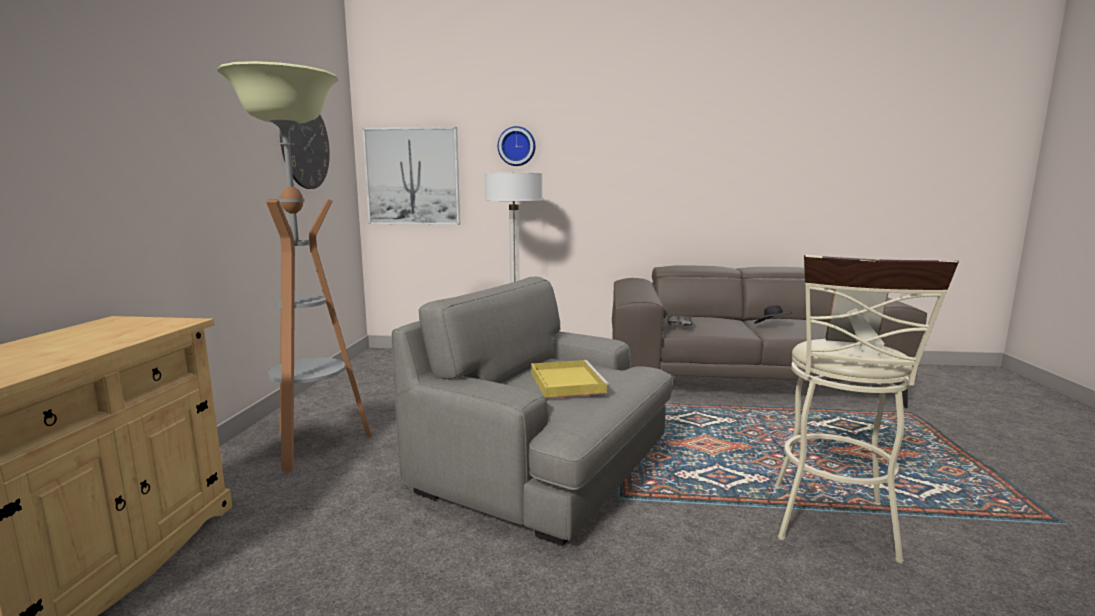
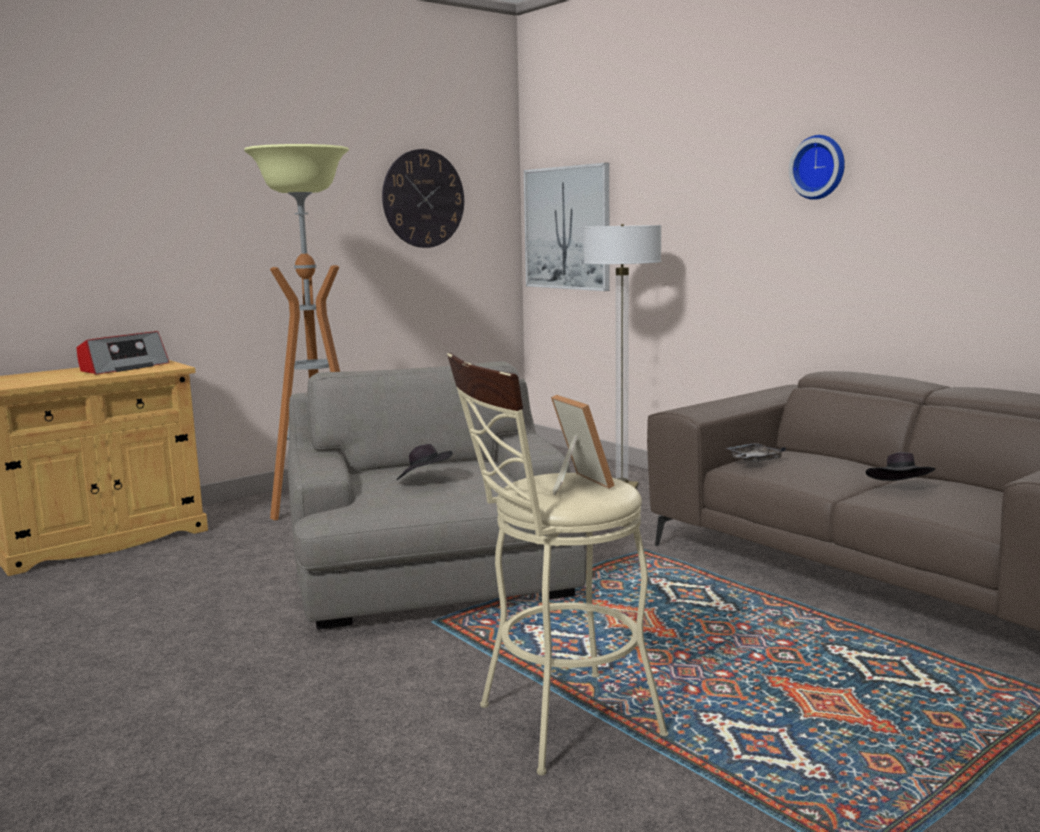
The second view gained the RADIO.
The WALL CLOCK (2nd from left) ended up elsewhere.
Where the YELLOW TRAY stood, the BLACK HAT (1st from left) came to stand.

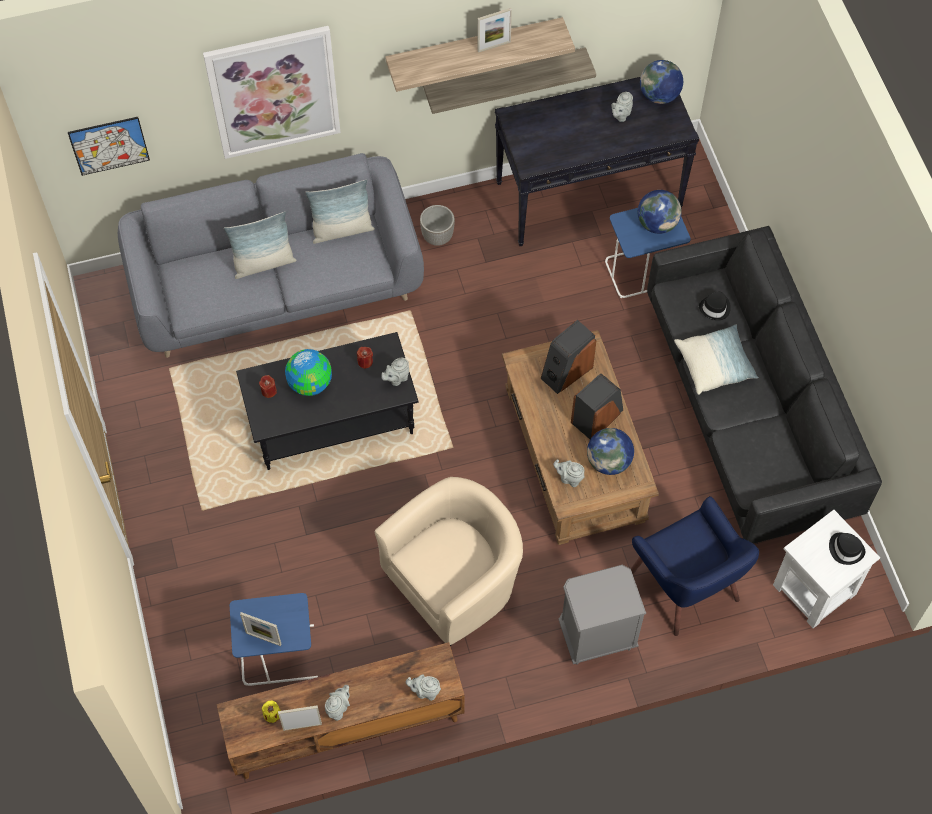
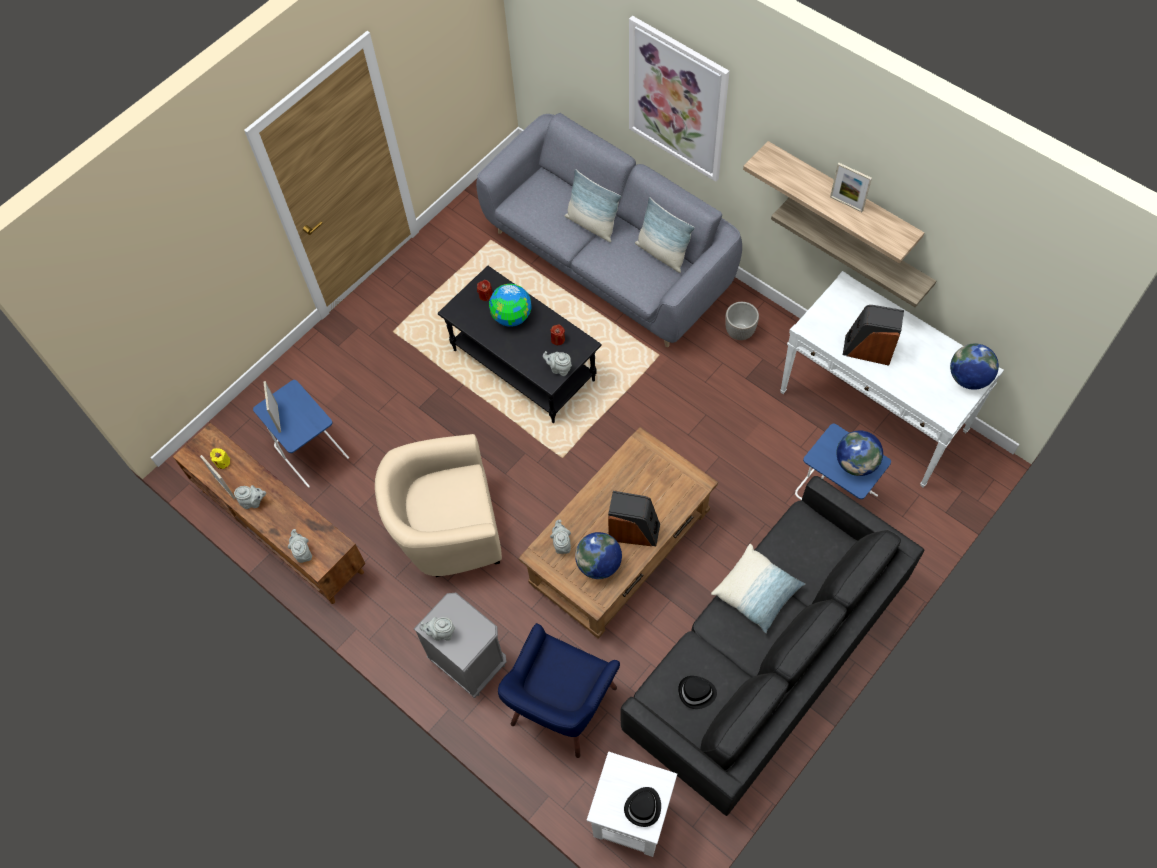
The second view lost the PICTURE (1st from left).
The SPEAKER (1st from left in the first image) ended up elsewhere.
The GREY TEAPOT (5th from left in the first image) ended up elsewhere.
The BLACK HAT (1st from left in the first image) ended up elsewhere.
What was the BLACK CONSOLE TABLE turned into the WHITE CONSOLE TABLE.
The BEIGE ARMCHAIR ended up facing another way, 150 degrees clockwise from before.

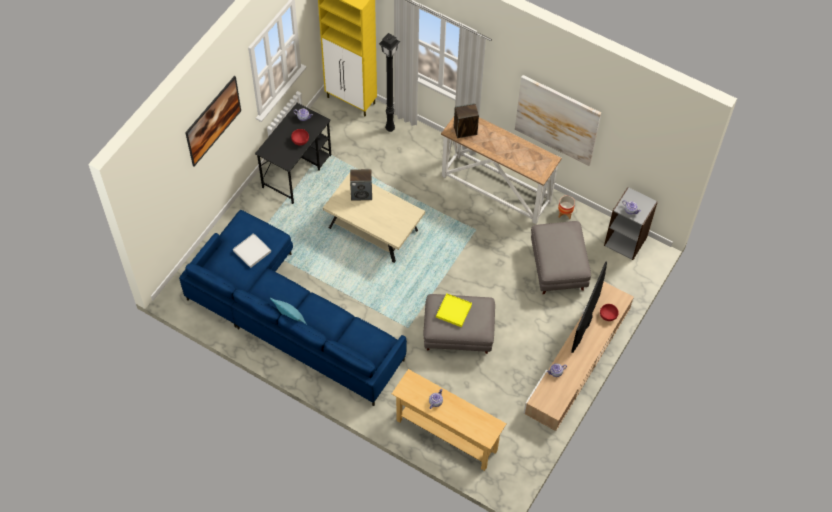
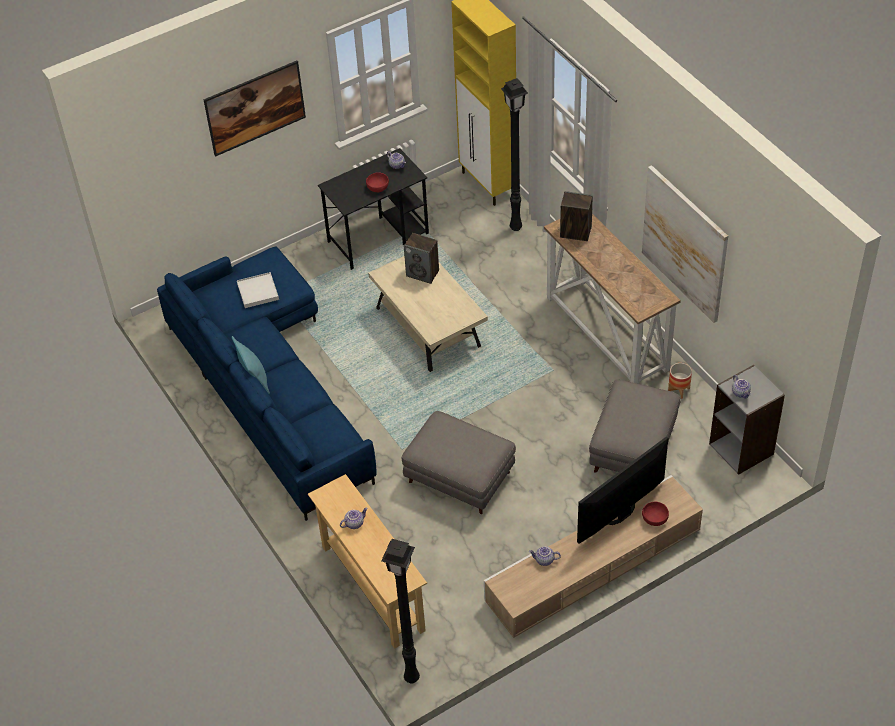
The second view lost the YELLOW TRAY.
The second view gained the BLACK FLOOR LAMP (1st from left).

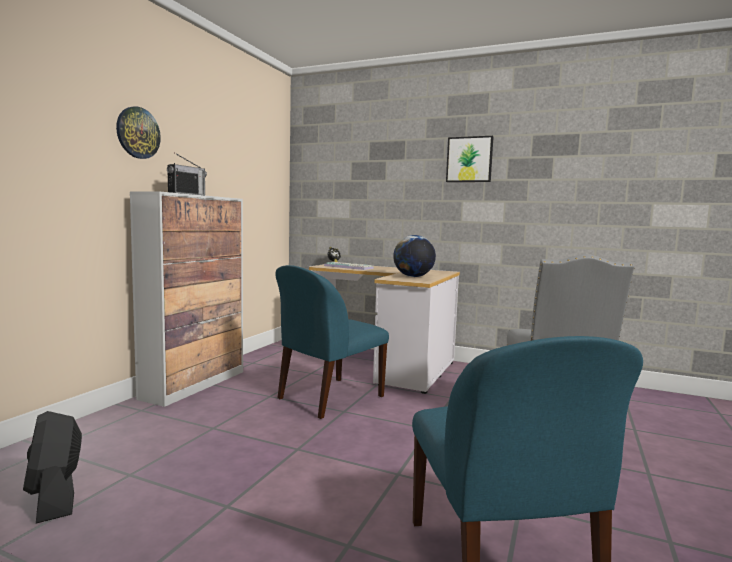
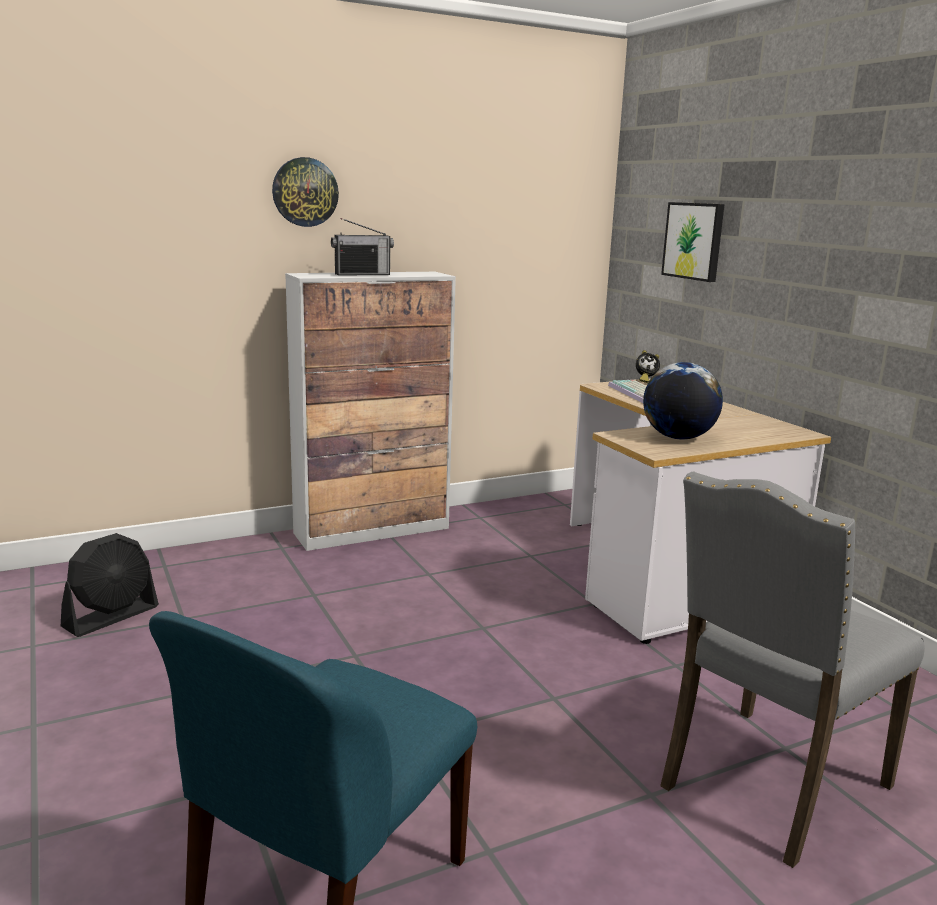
The second view lost the BLUE CHAIR (1st from left).
The PICTURE ended up elsewhere.
The BLACK FAN ended up facing another way, 150 degrees counterclockwise from before.

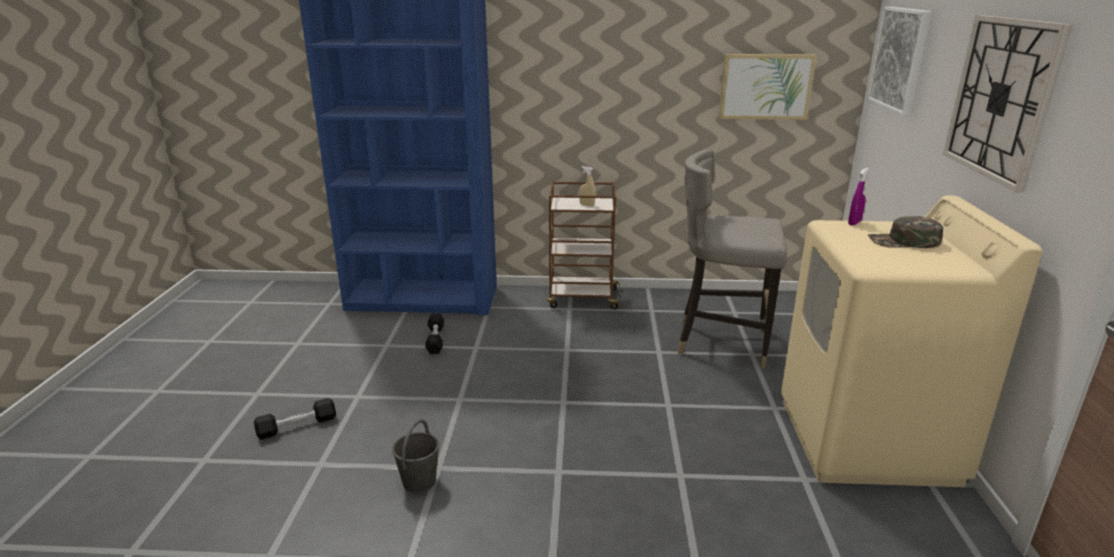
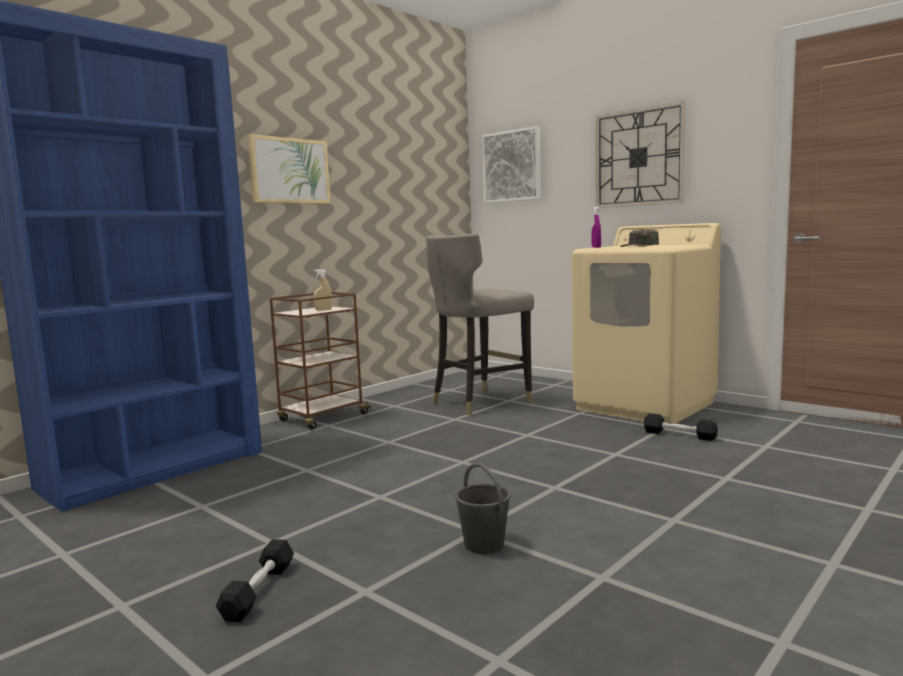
The BLACK DUMBBELL (2nd from left) ended up elsewhere.
The PICTURE (1st from left) ended up elsewhere.

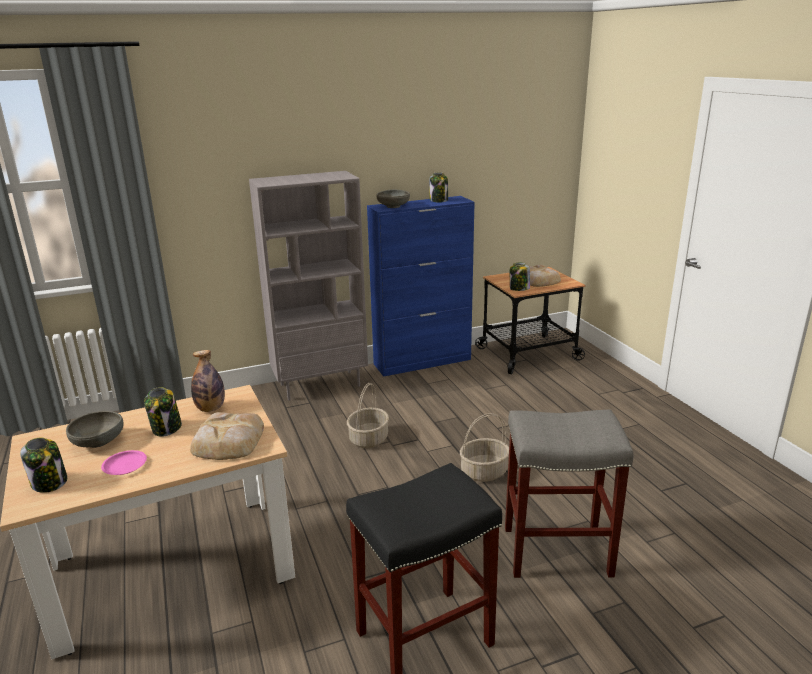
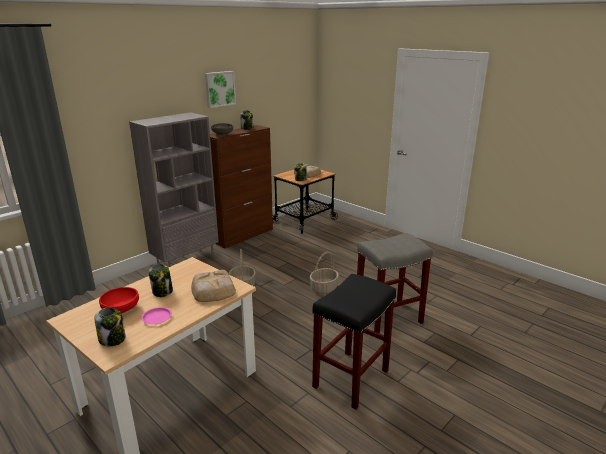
The second view lost the BOTTLE.
The second view gained the PICTURE.
What was the GREY BOWL (1st from left) turned into the RED BOWL.
What was the BLUE CABINET turned into the BROWN CABINET.

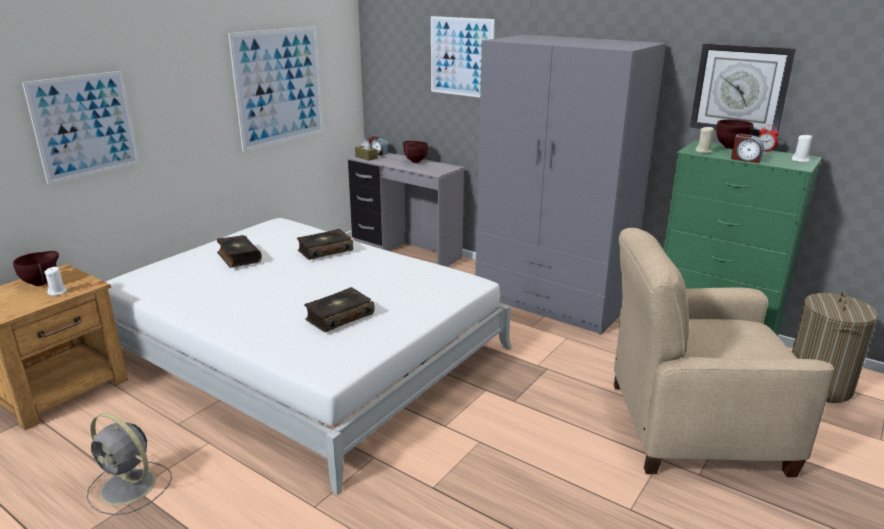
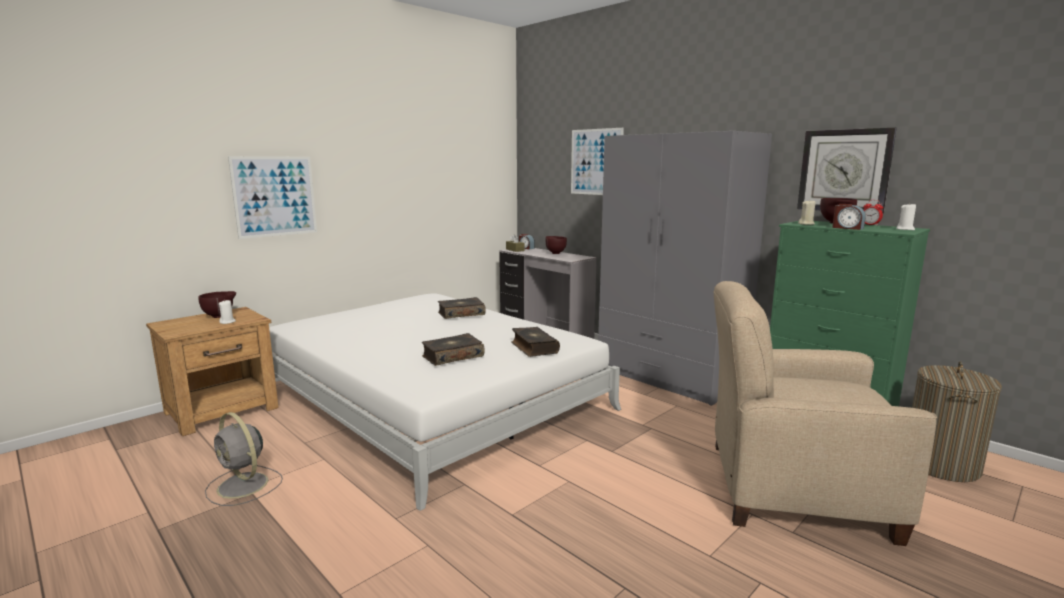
The second view lost the PICTURE (2nd from left).
The BOOK (1st from left in the first image) ended up elsewhere.

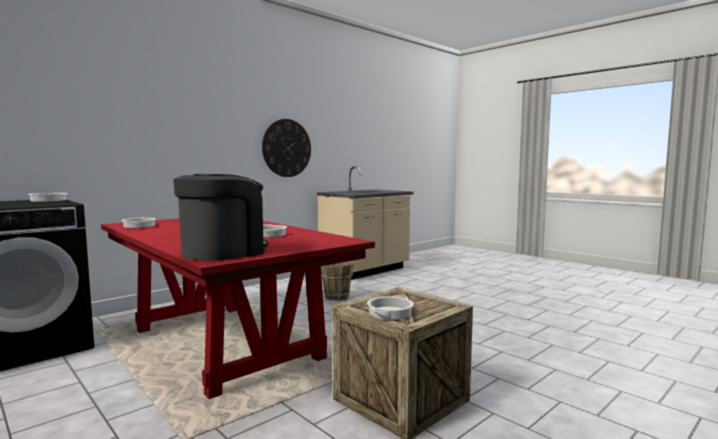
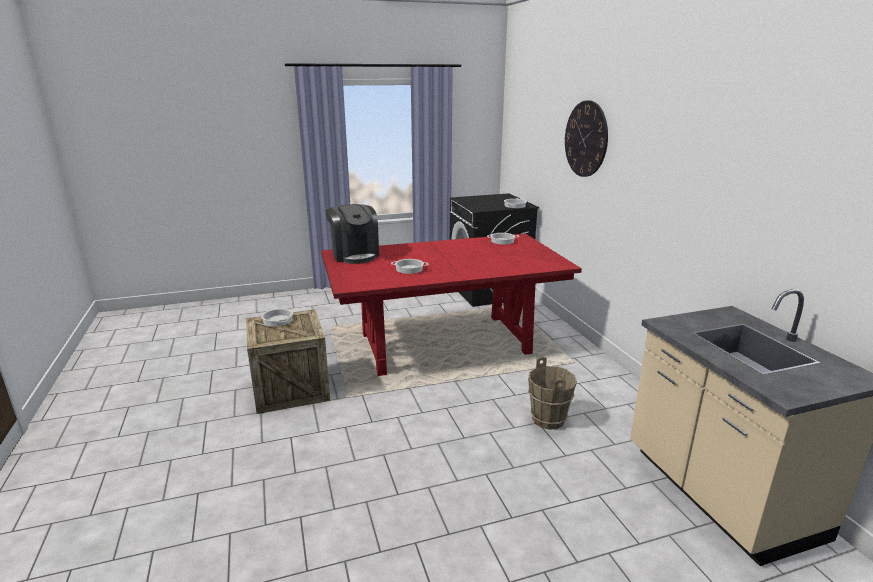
The WALL CLOCK ended up elsewhere.

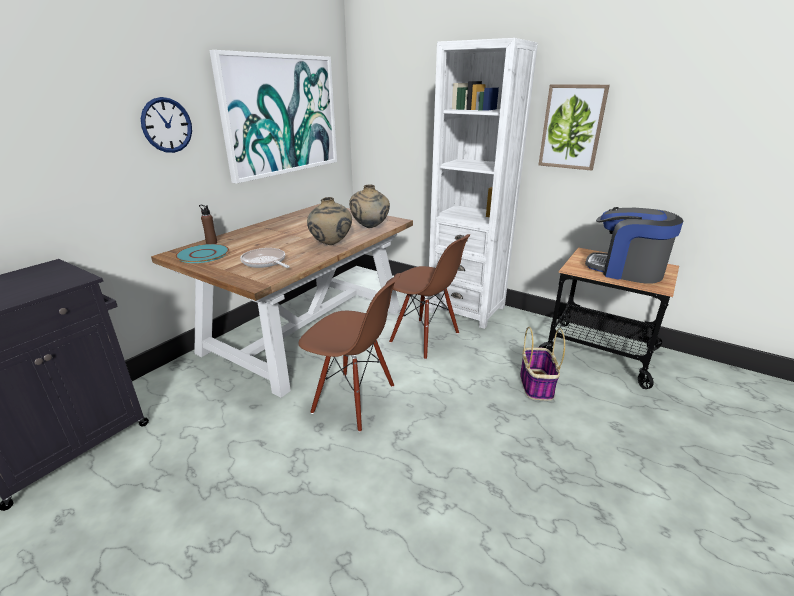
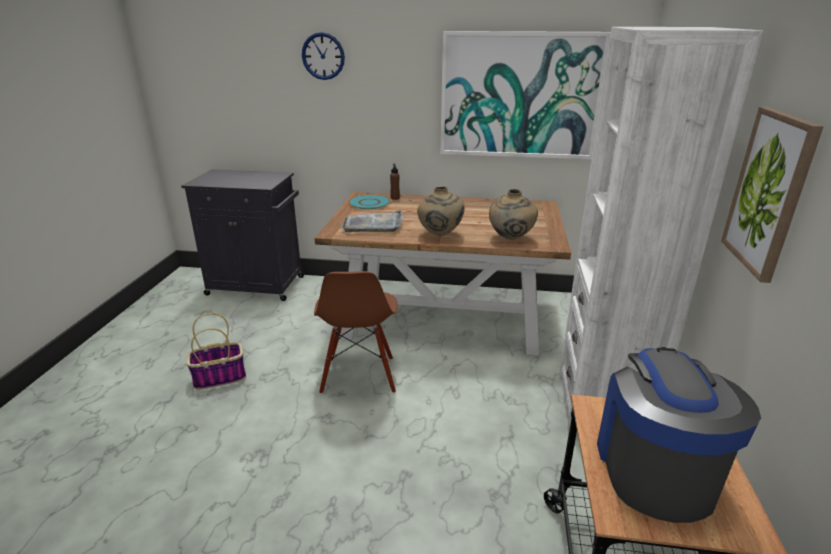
The second view lost the BROWN CHAIR (2nd from left).
The WALL CLOCK ended up elsewhere.
The BASKET ended up elsewhere.
Where the FRYING PAN stood, the GREY TRAY came to stand.

